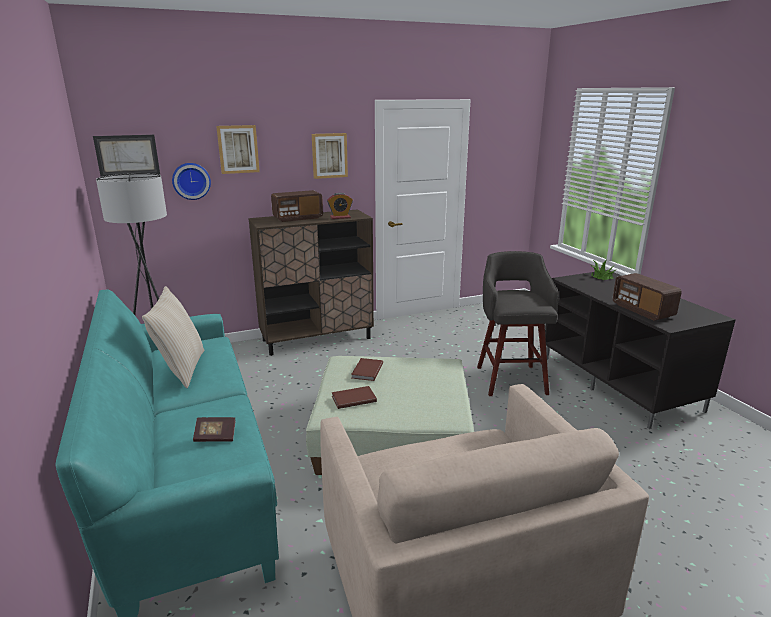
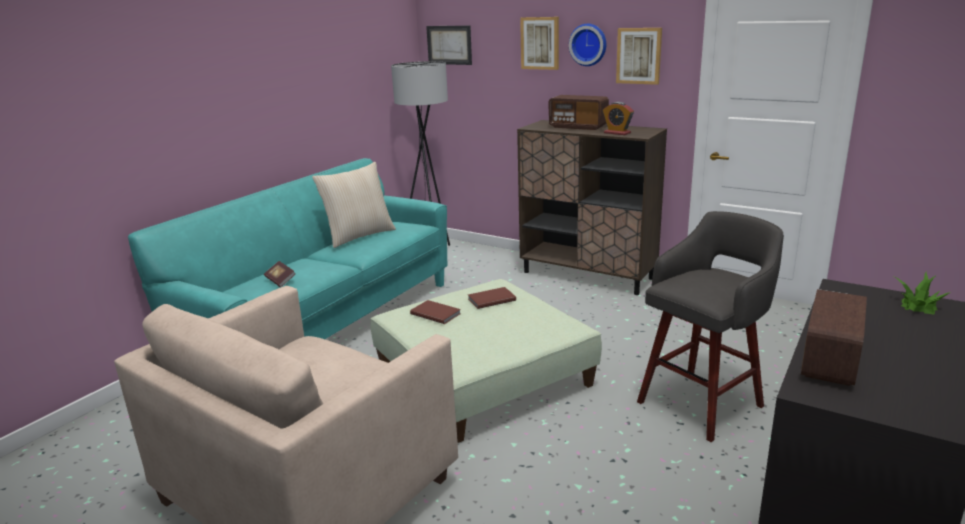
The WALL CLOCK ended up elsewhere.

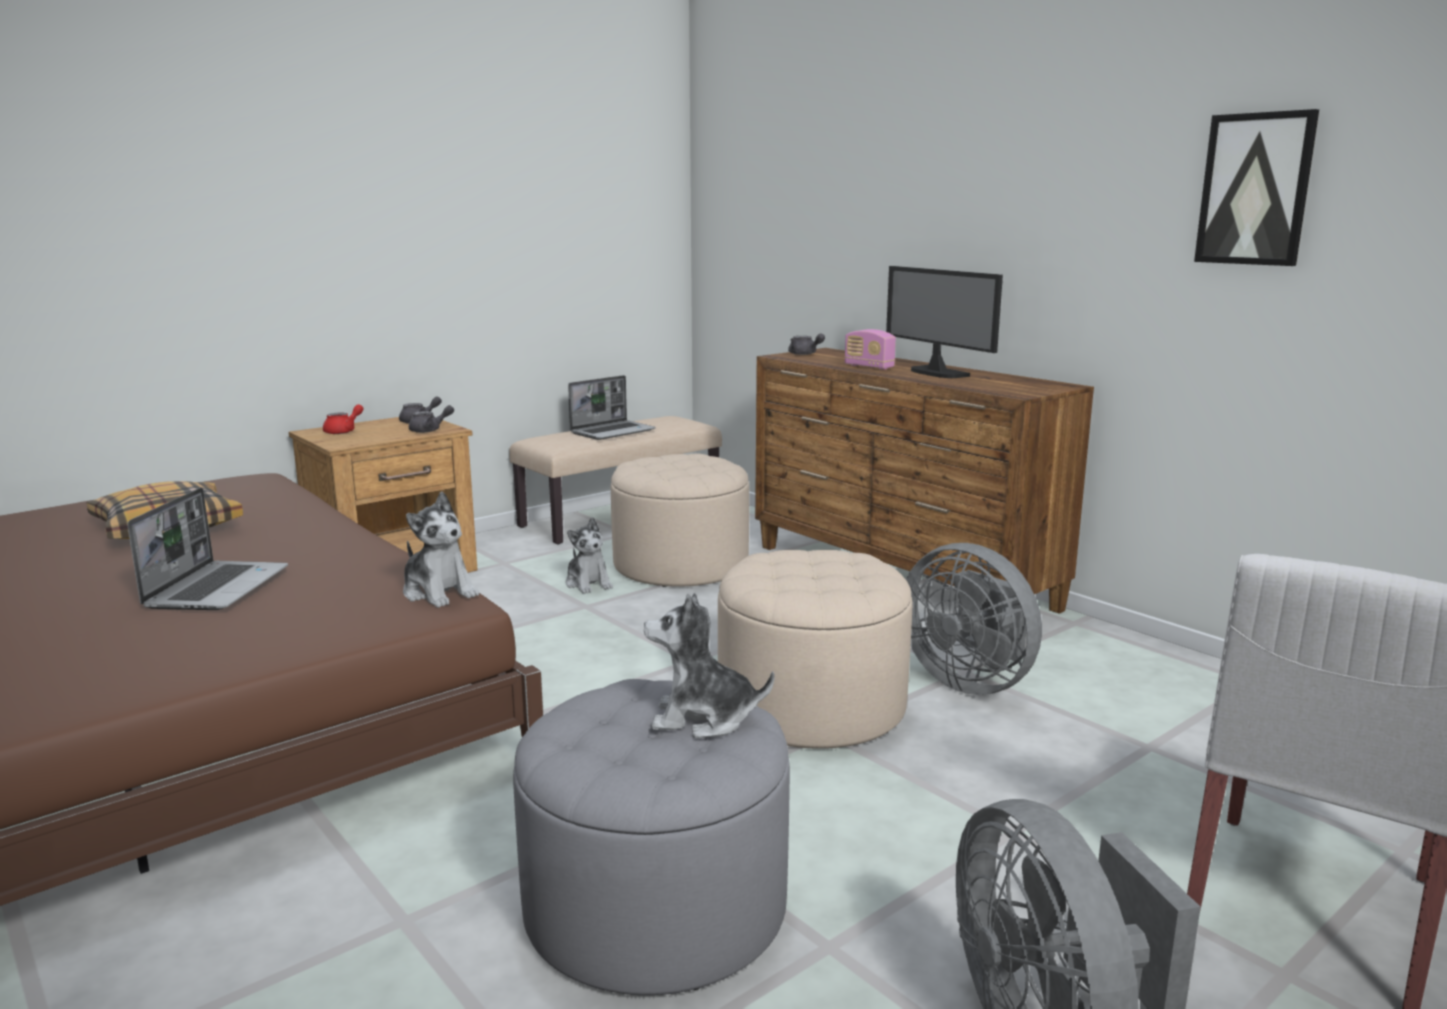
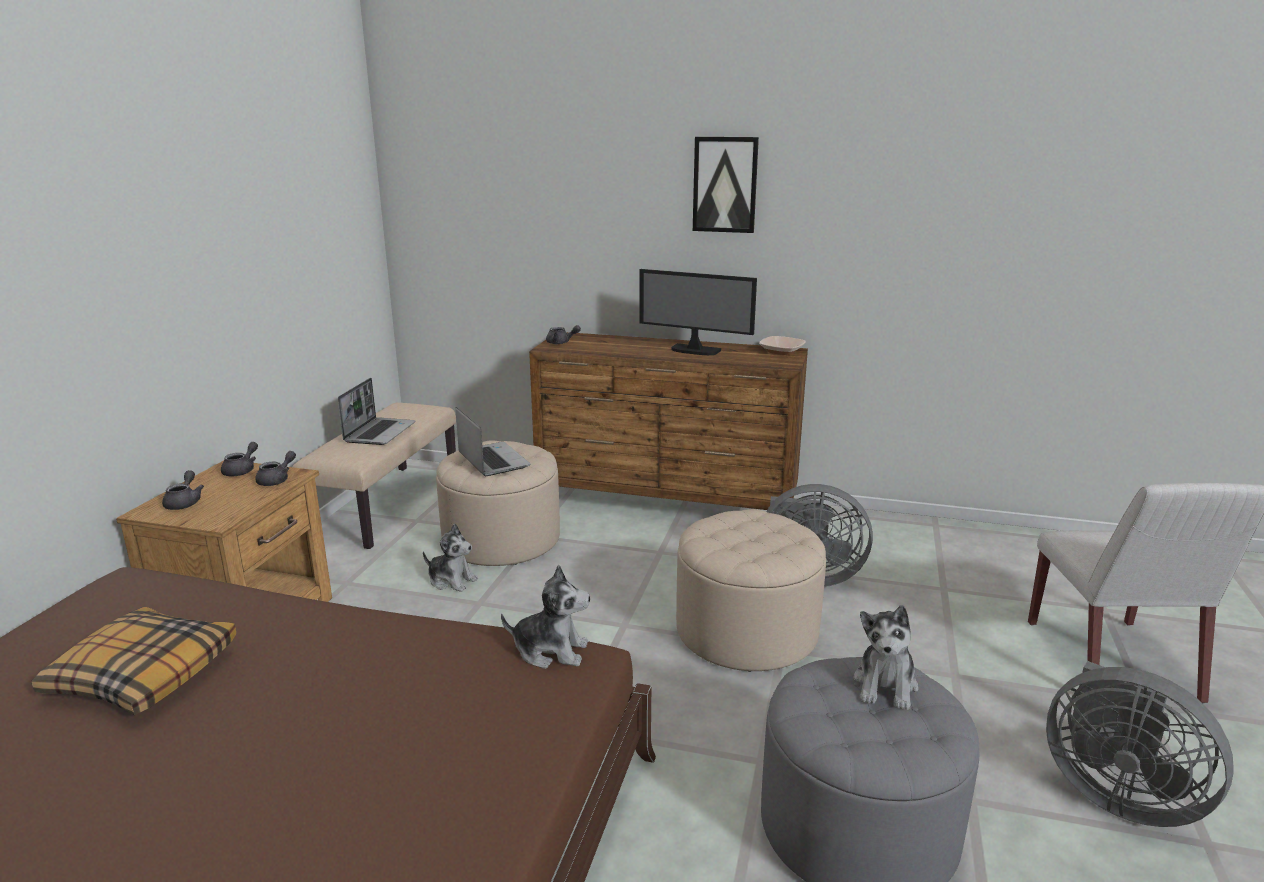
The second view lost the RADIO.
The second view gained the BOWL.
The LAPTOP (1st from left in the first image) ended up elsewhere.
The PICTURE ended up elsewhere.
What was the RED TEAPOT turned into the GREY TEAPOT (1st from left).
The PLUSH TOY (3rd from left) ended up facing another way, 45 degrees counterclockwise from before.

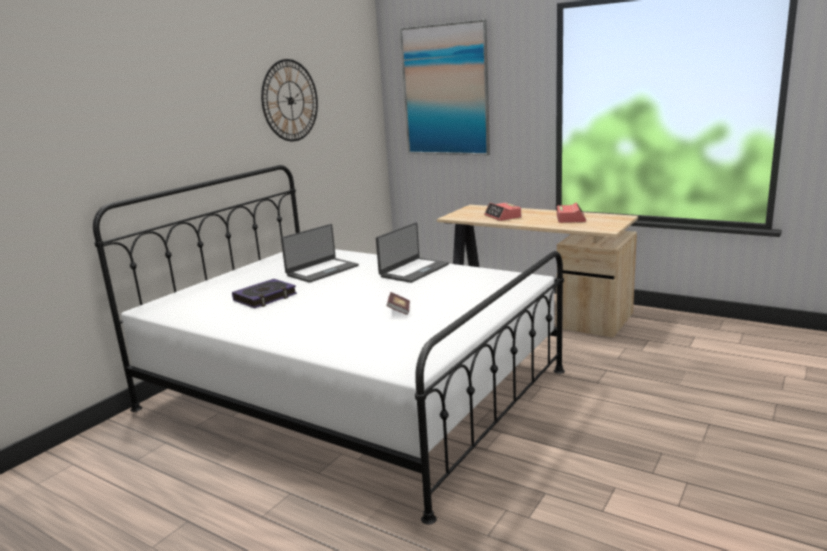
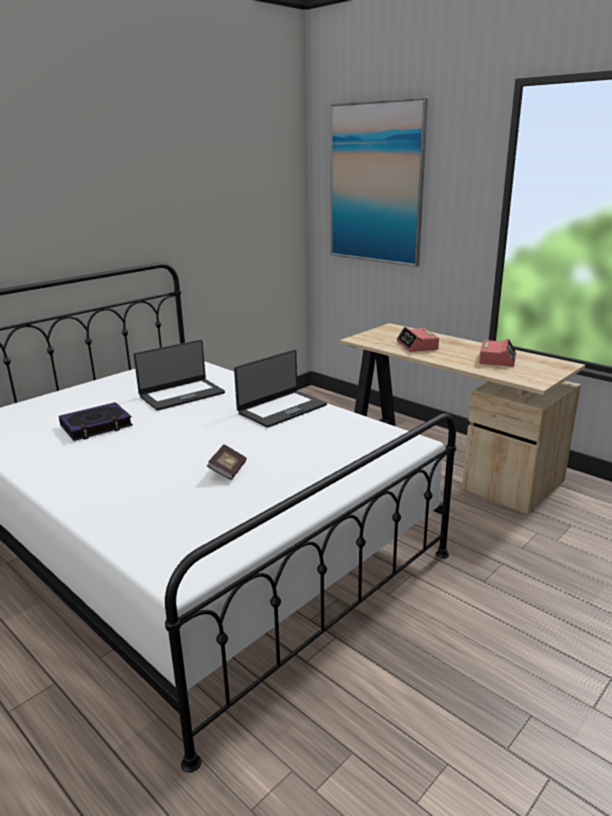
The second view lost the WALL CLOCK.

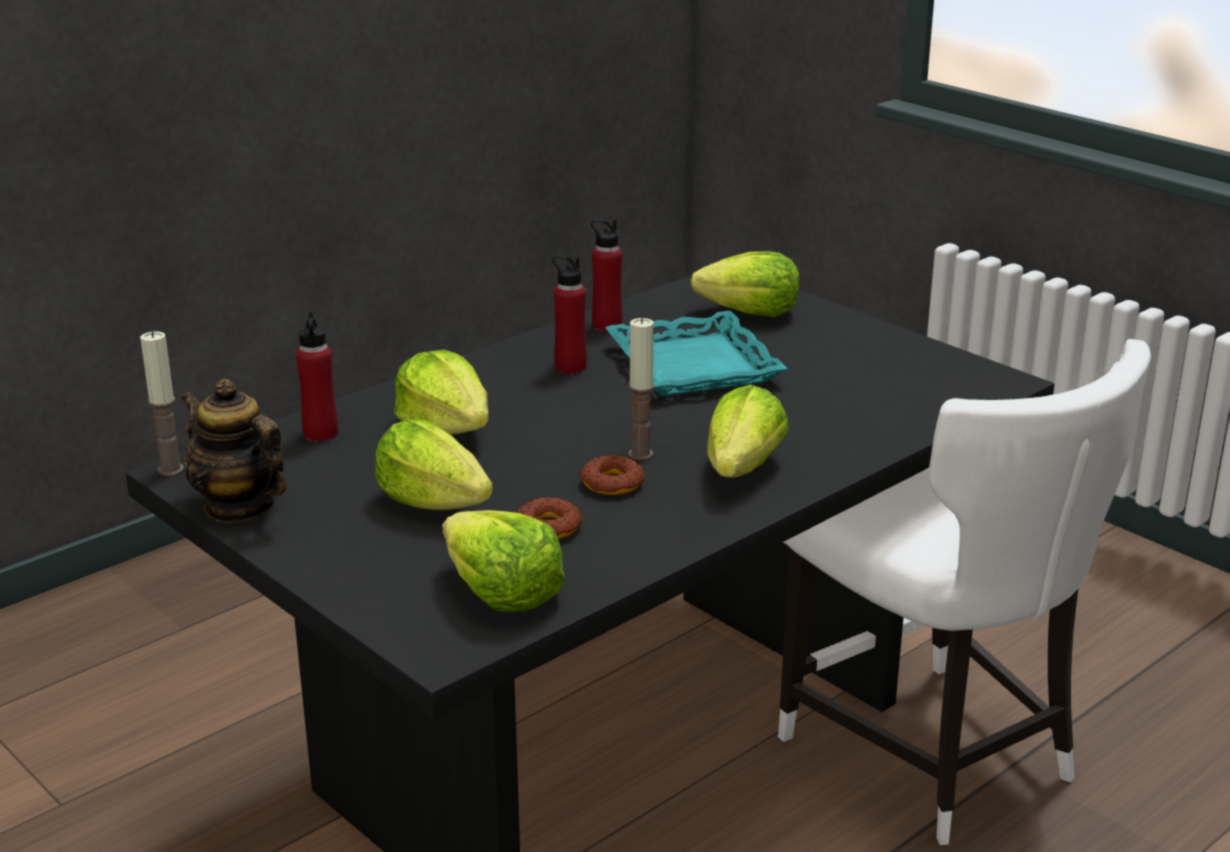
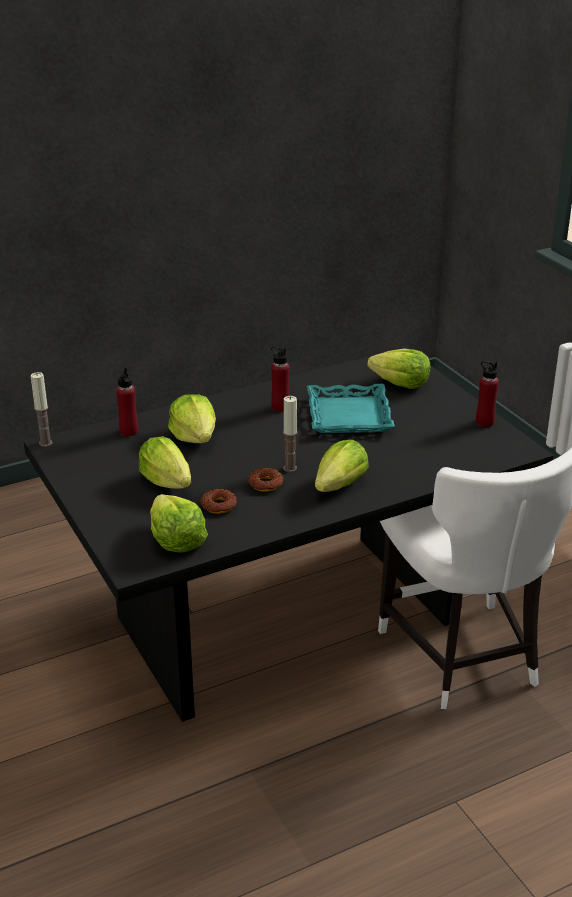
The second view lost the TEAPOT.
The RED BOTTLE (3rd from left) ended up elsewhere.

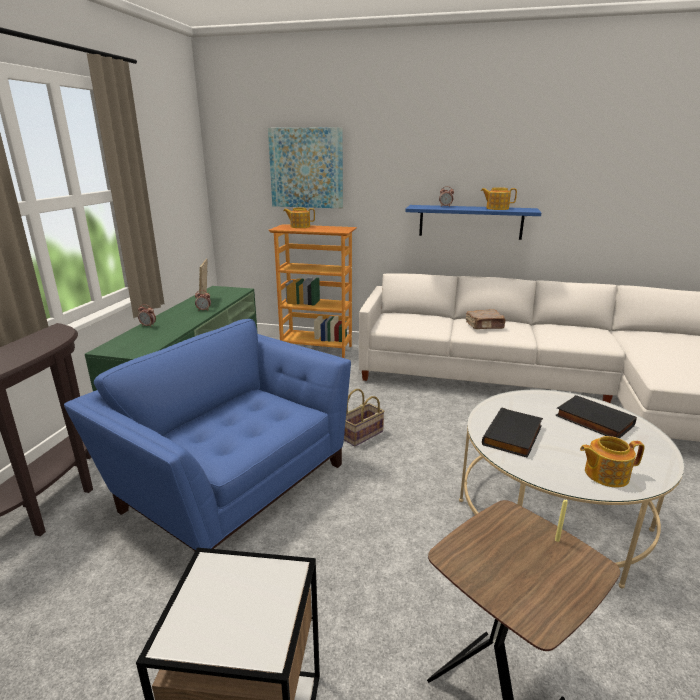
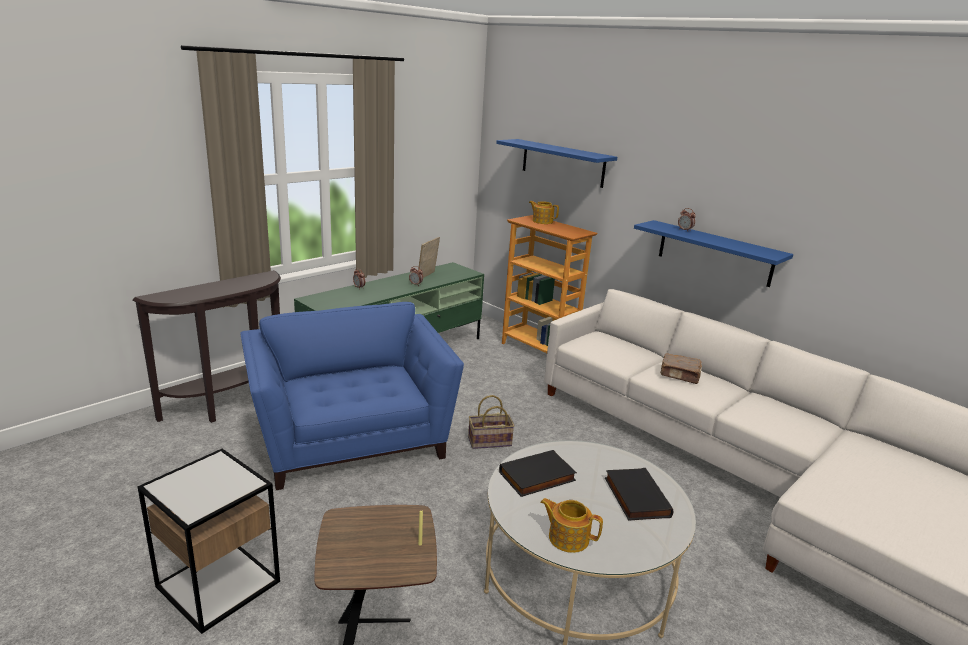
The second view lost the TEAPOT (2nd from left).
Where the PICTURE hung, the BLUE SHELF (1st from left) came to hang.

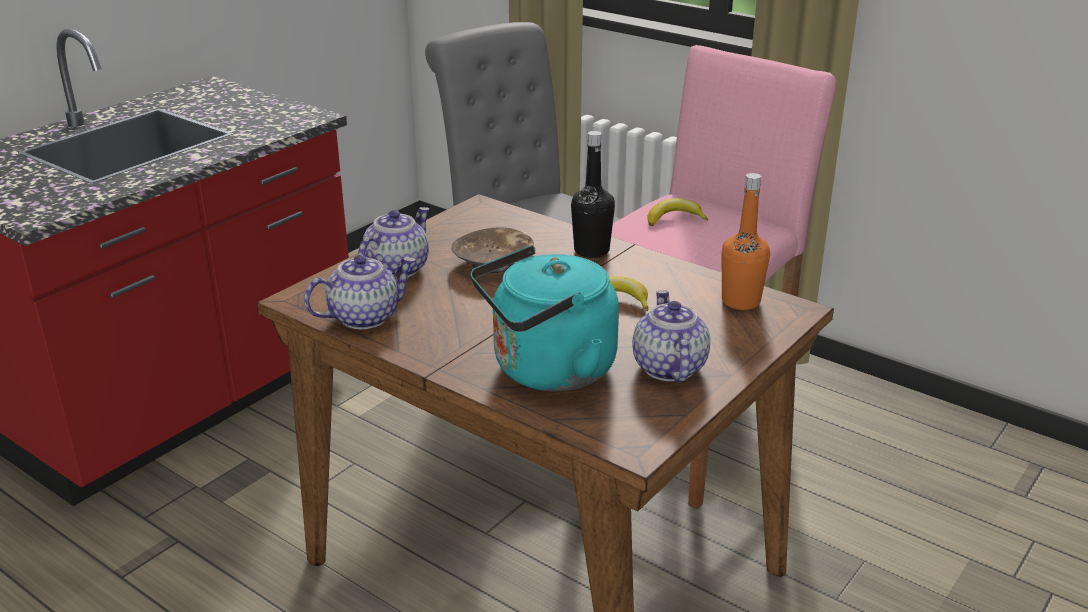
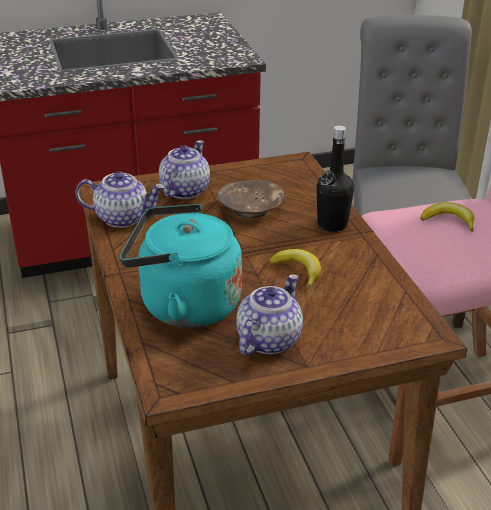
The second view lost the ORANGE BOTTLE.
The TEAPOT (2nd from left) ended up facing another way, 45 degrees counterclockwise from before.

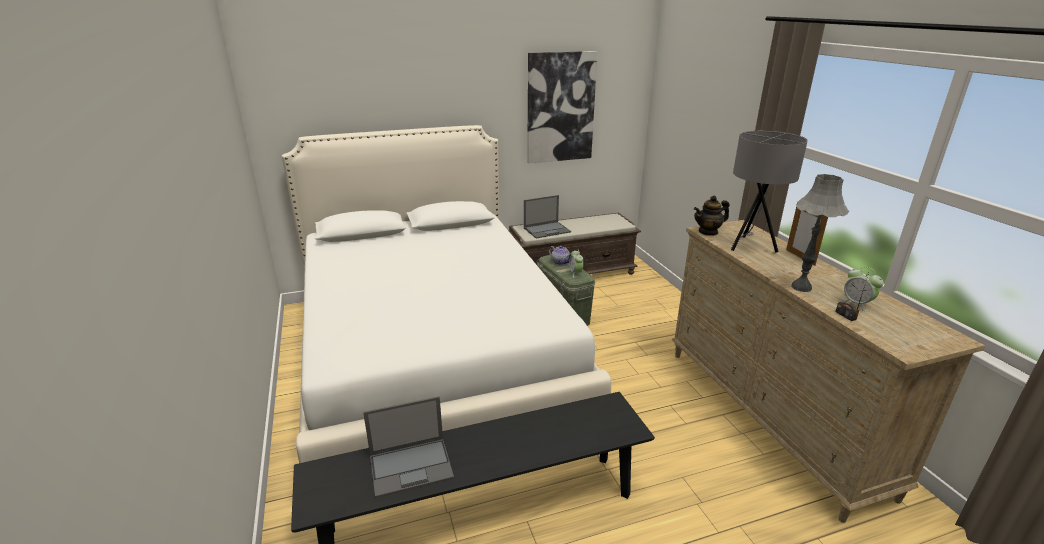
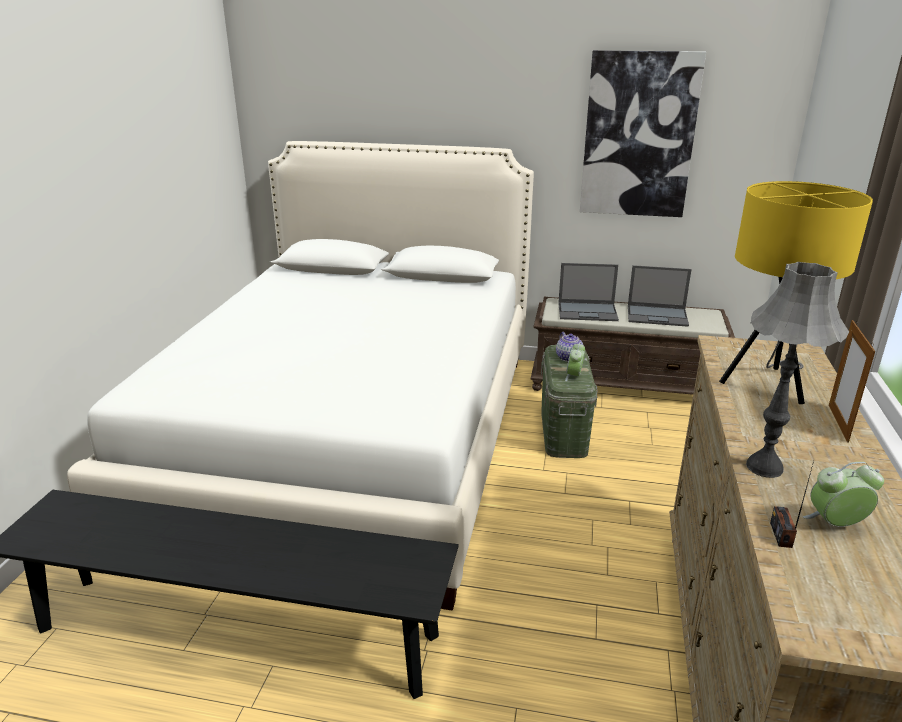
The second view lost the TEAPOT (2nd from left).
The LAPTOP (1st from left in the first image) ended up elsewhere.
What was the GREY TABLE LAMP (1st from left) turned into the YELLOW TABLE LAMP.
The ALARM CLOCK (2nd from left) ended up facing another way, 90 degrees clockwise from before.

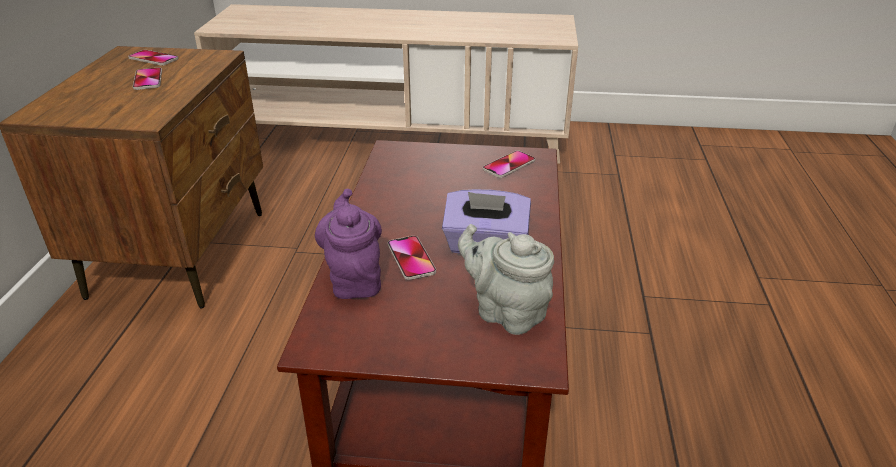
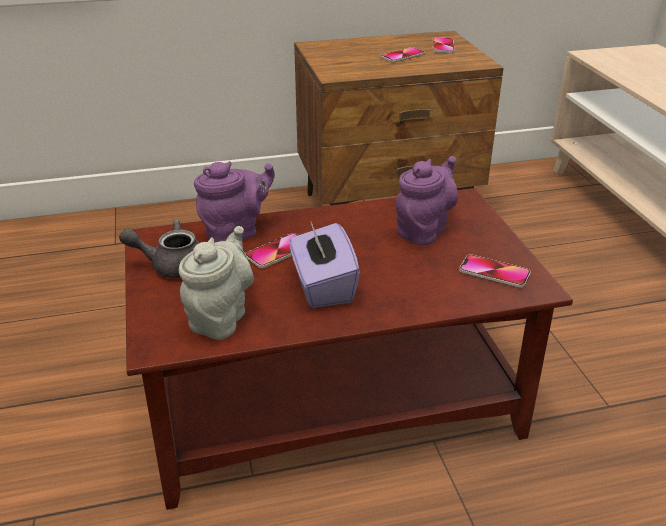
The second view gained the GREY TEAPOT (1st from left).
The second view gained the PURPLE TEAPOT (2nd from left).

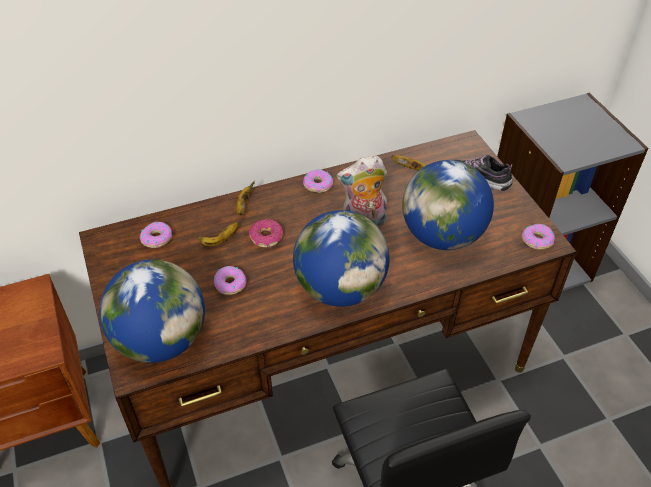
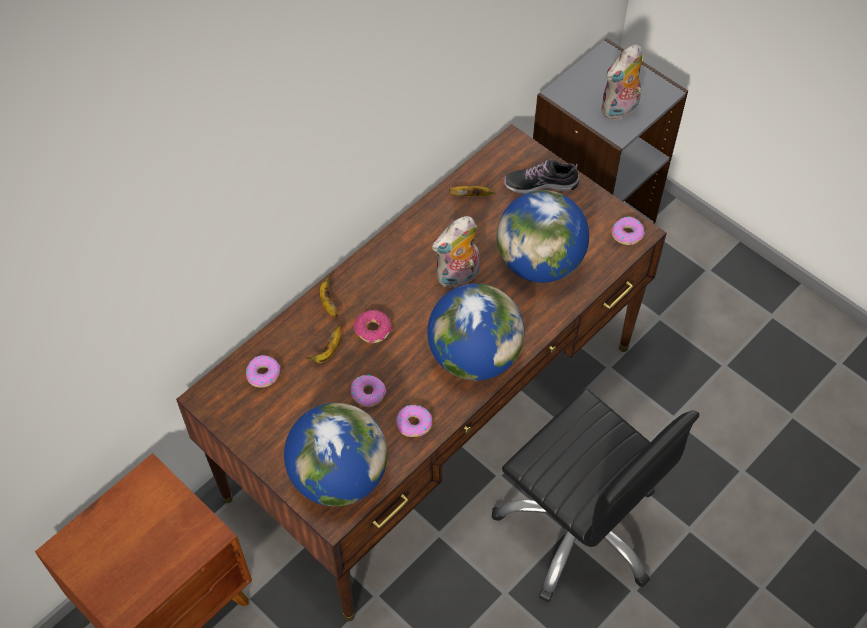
The second view gained the PLUSH TOY (2nd from left).
The DONUT (4th from left) ended up elsewhere.

